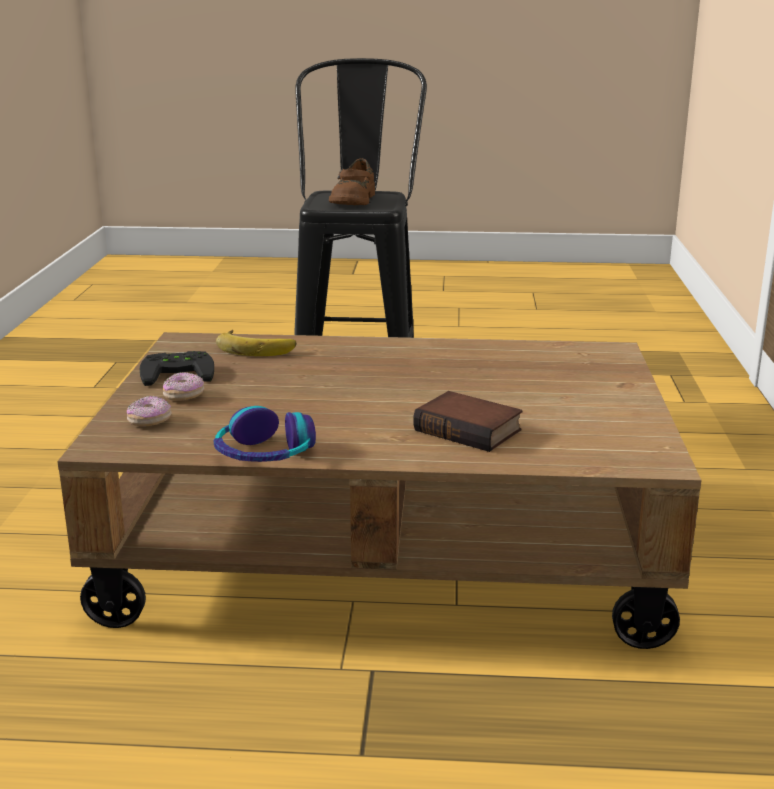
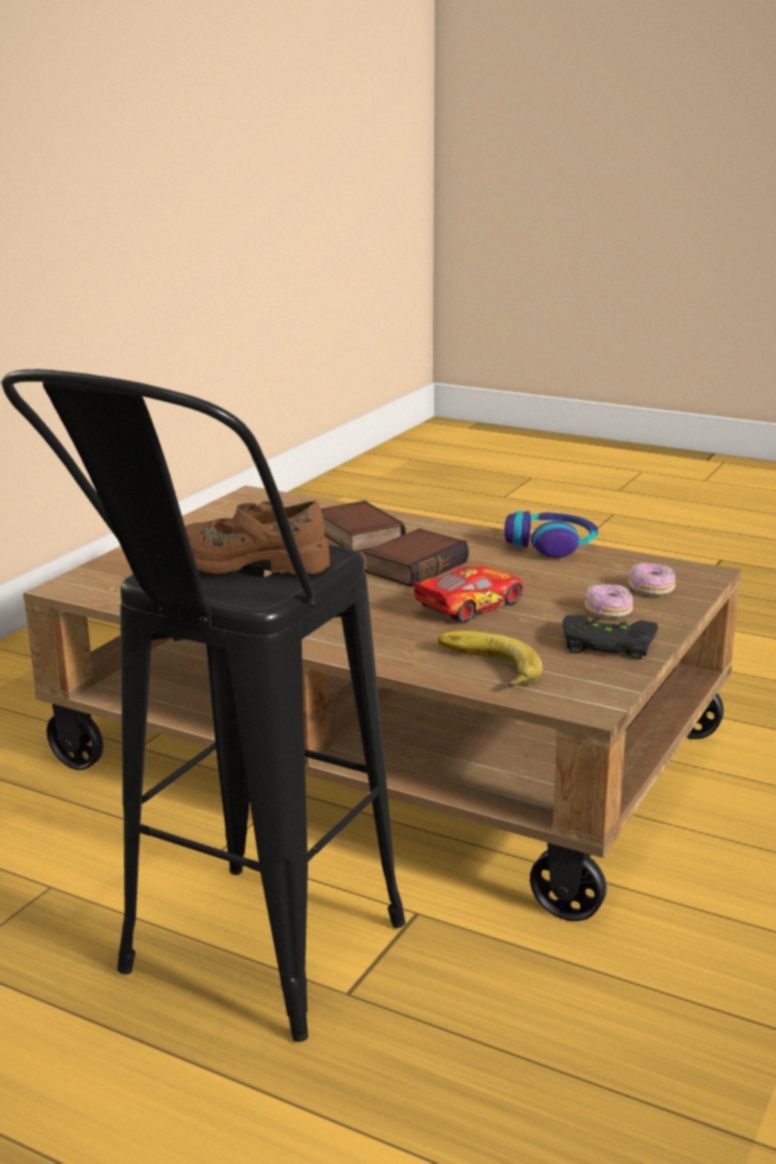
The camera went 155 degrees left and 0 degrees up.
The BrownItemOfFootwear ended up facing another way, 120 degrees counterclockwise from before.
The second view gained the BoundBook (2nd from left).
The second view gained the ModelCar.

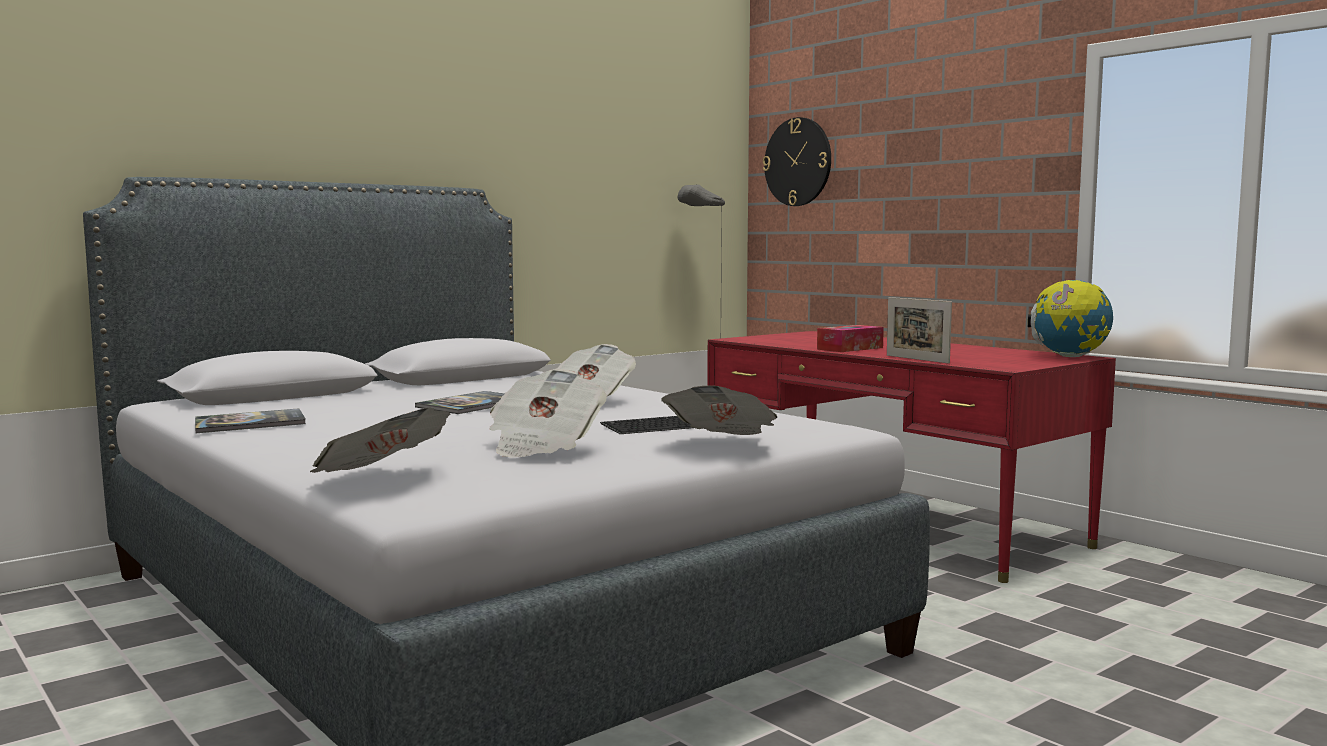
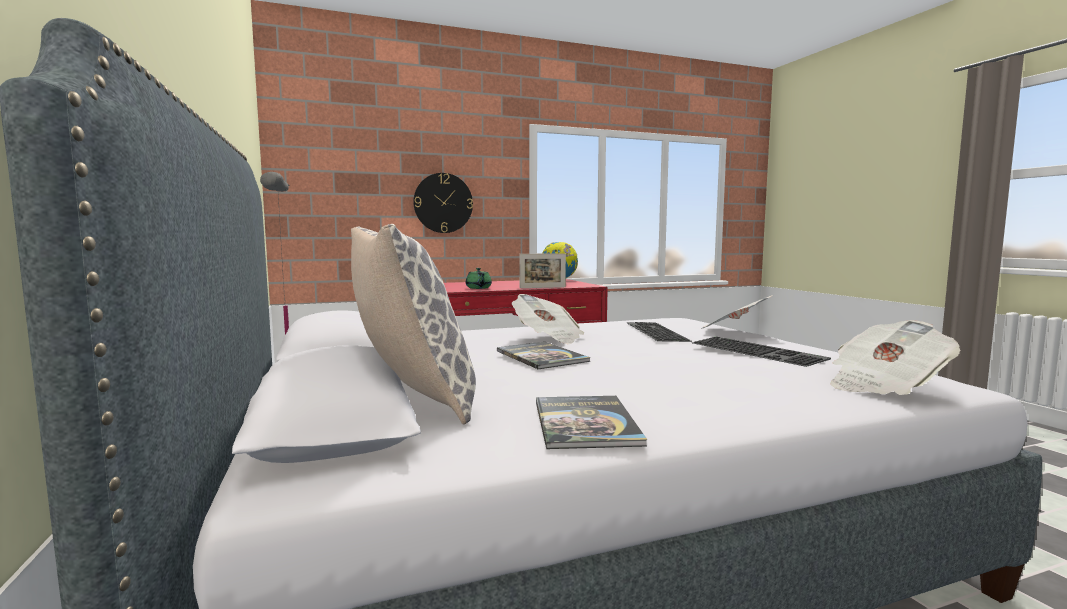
The camera went 70 degrees left and 0 degrees up.
Where the Newspaper (2nd from left) stood, the Keyboard (2nd from left) came to stand.
The ClockOnTheWall ended up elsewhere.
Where the TissueHolder stood, the GreenColouredTeaPot came to stand.
The second view gained the Cushion.

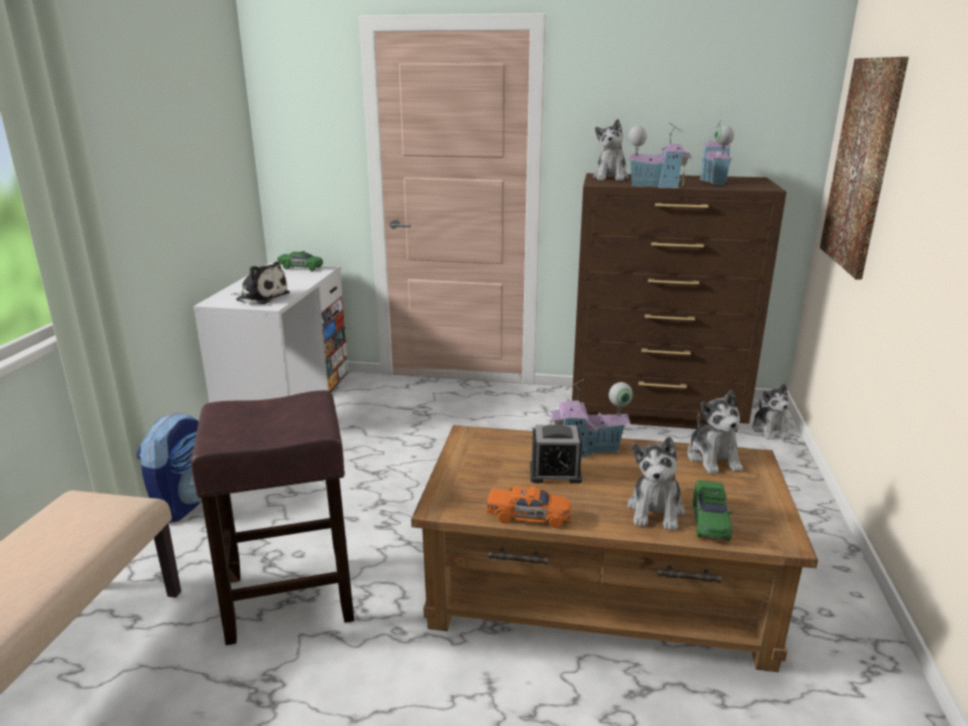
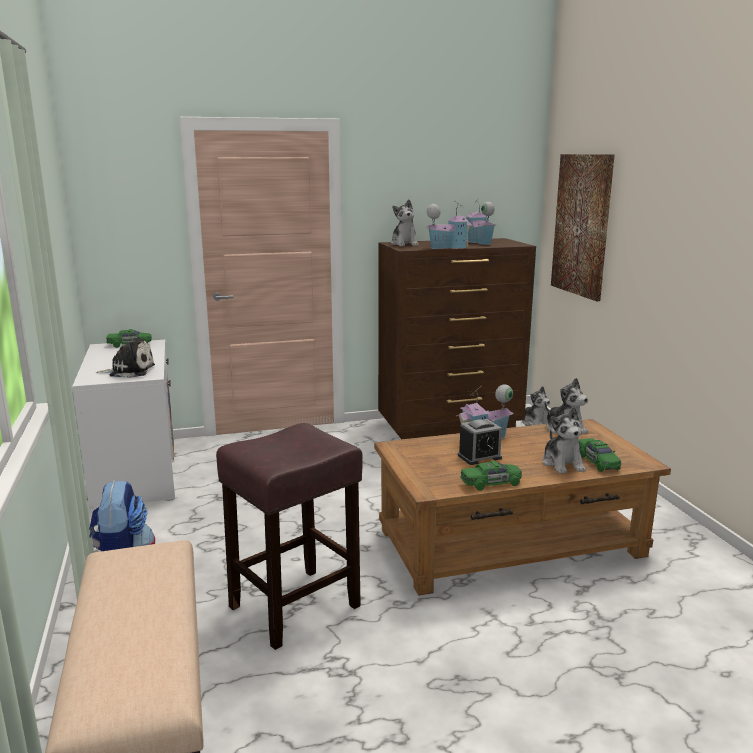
The camera went 25 degrees left and 5 degrees down.
What was the OrangeyModelCar turned into the GreenColouredModelCar (2nd from left).

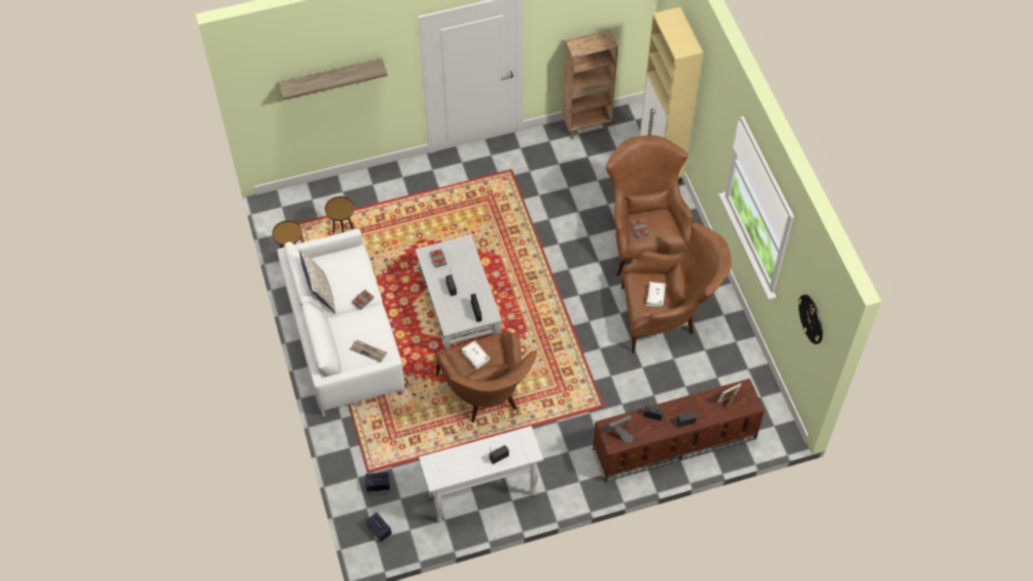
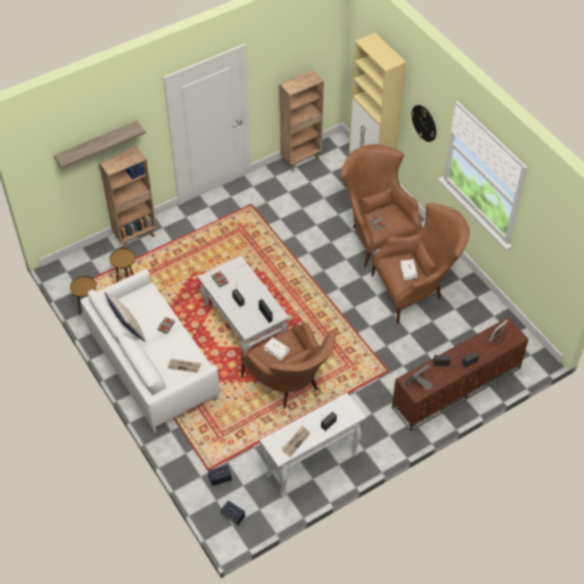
The camera went 15 degrees left and 5 degrees down.
The ClockOnTheWall ended up elsewhere.
The second view gained the BrownShelvingUnit (1st from left).
The second view gained the Newspaper (2nd from left).

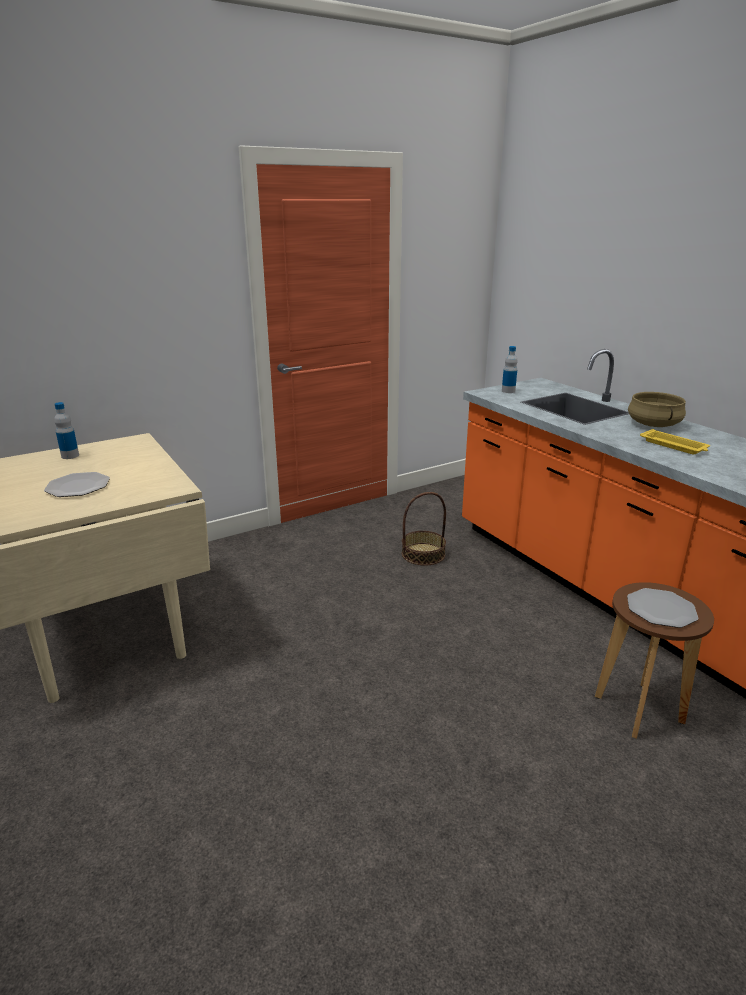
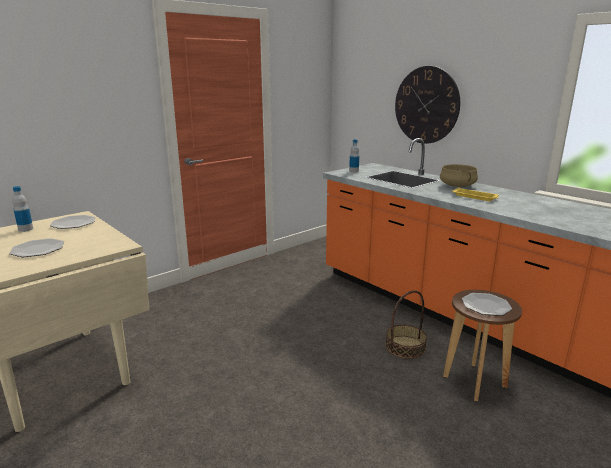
The camera went 10 degrees left and 5 degrees down.
The StorageBasket ended up elsewhere.
The second view gained the DinnerPlate (2nd from left).
The second view gained the ClockOnTheWall.

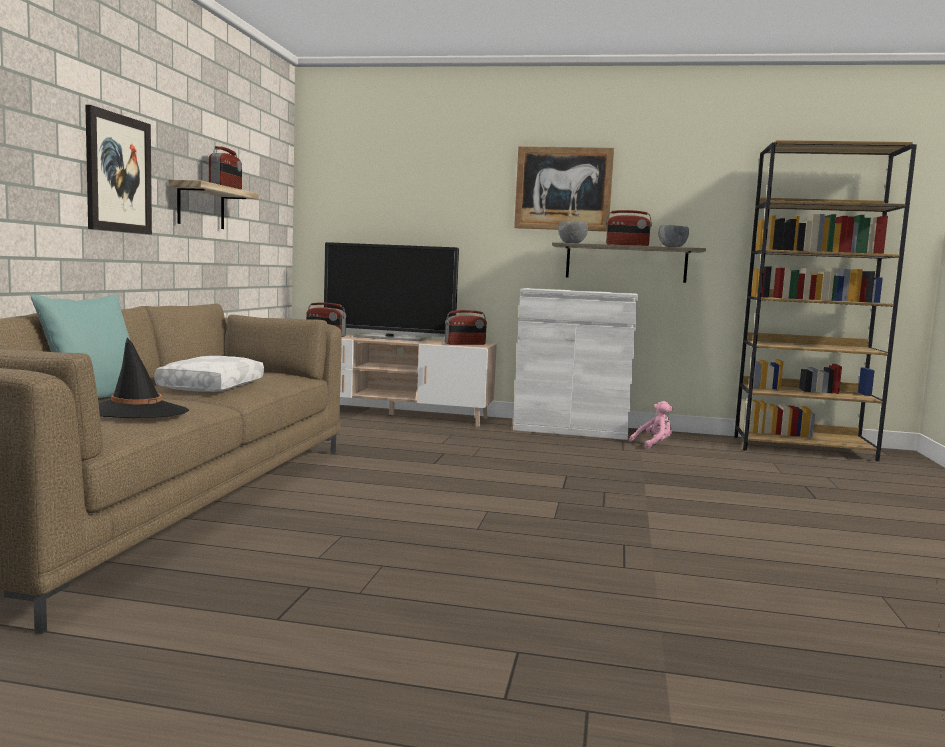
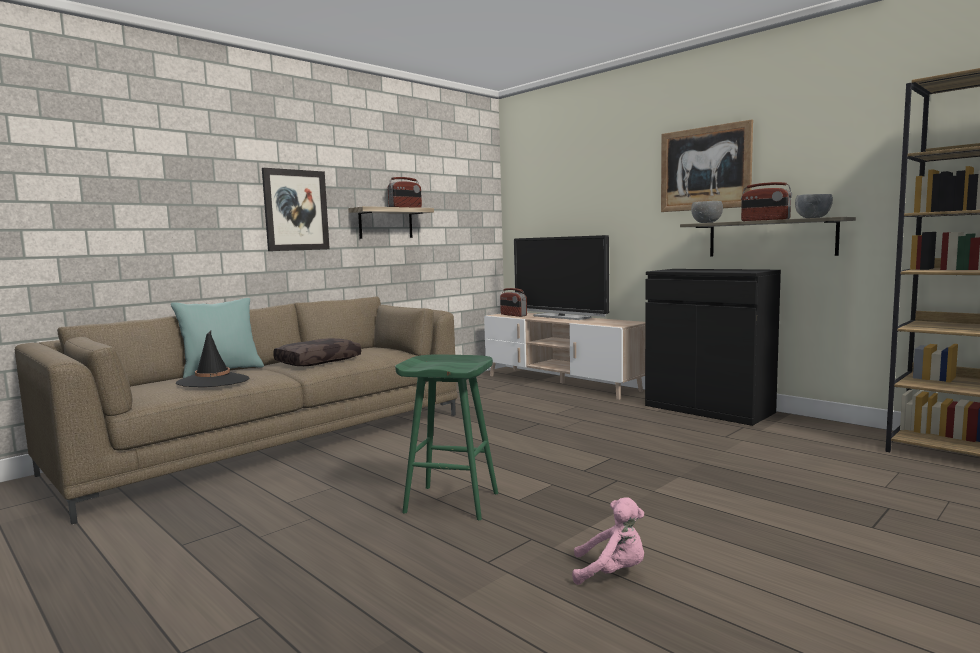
The camera went 35 degrees right and 0 degrees up.
What was the WhitishCushion turned into the BrownCushion.
The second view lost the Radio (3rd from left).
What was the WhitishCabinet turned into the BlackCabinet.
The PinkishPlushToy ended up elsewhere.
The second view gained the GreenColouredStool.

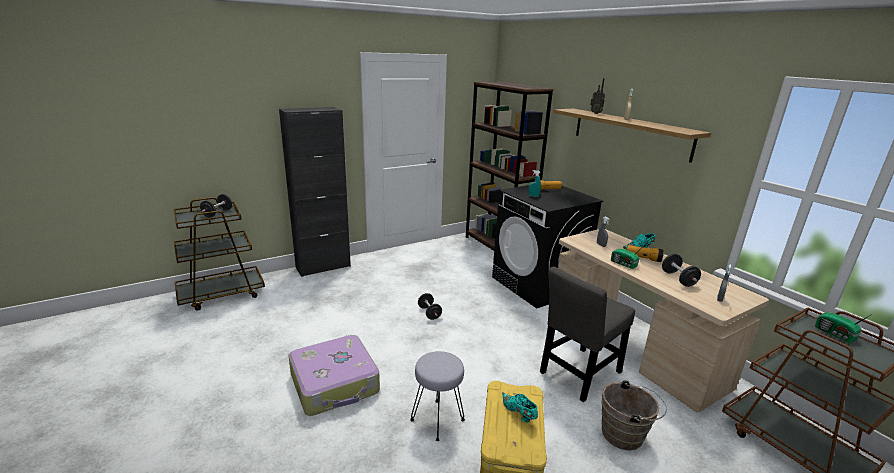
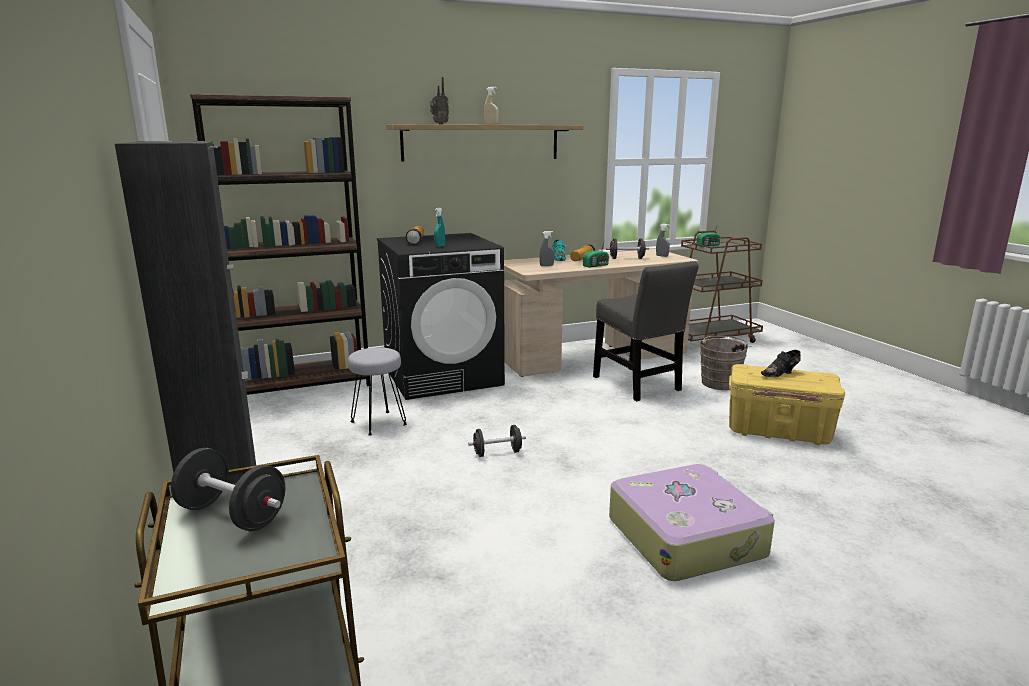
The camera went 80 degrees left and 5 degrees down.
The GreyStool ended up elsewhere.
What was the BlueGreenItemOfFootwear (1st from left) turned into the BlackItemOfFootwear.

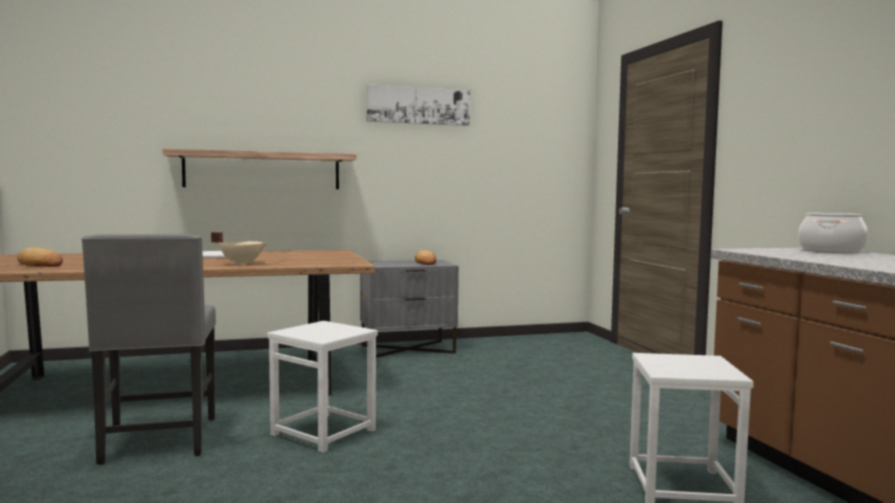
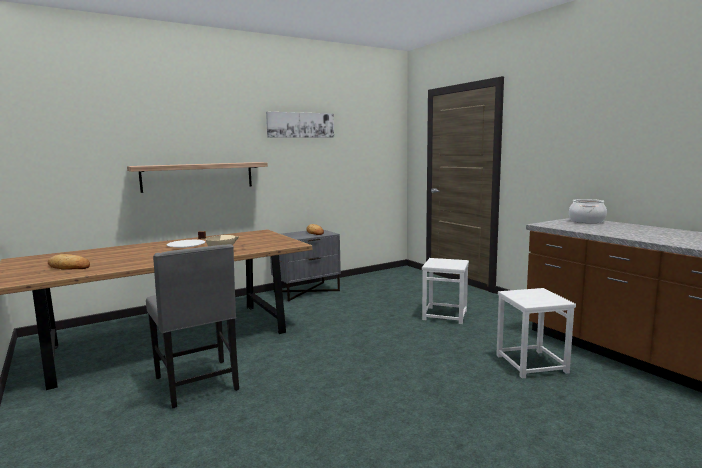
The camera went 15 degrees left and 5 degrees up.
The WhitishStool (1st from left) ended up elsewhere.

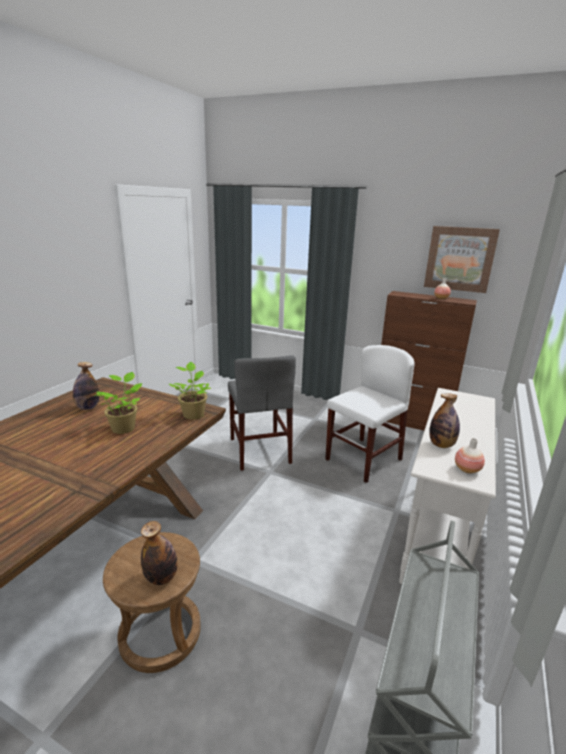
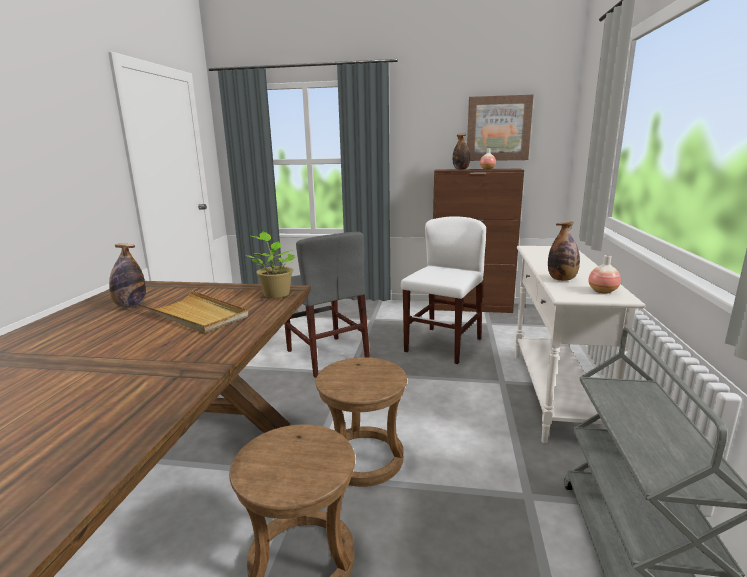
The camera went 15 degrees left and 5 degrees down.
Where the PottedPlant (1st from left) stood, the SandColouredCarryingTray came to stand.
The Bottle (2nd from left) ended up elsewhere.
The second view gained the BrownStool (2nd from left).

